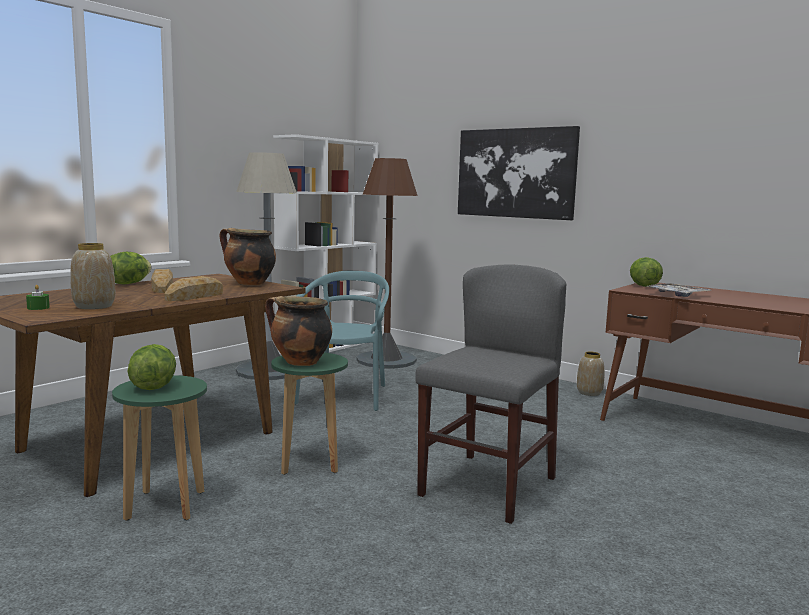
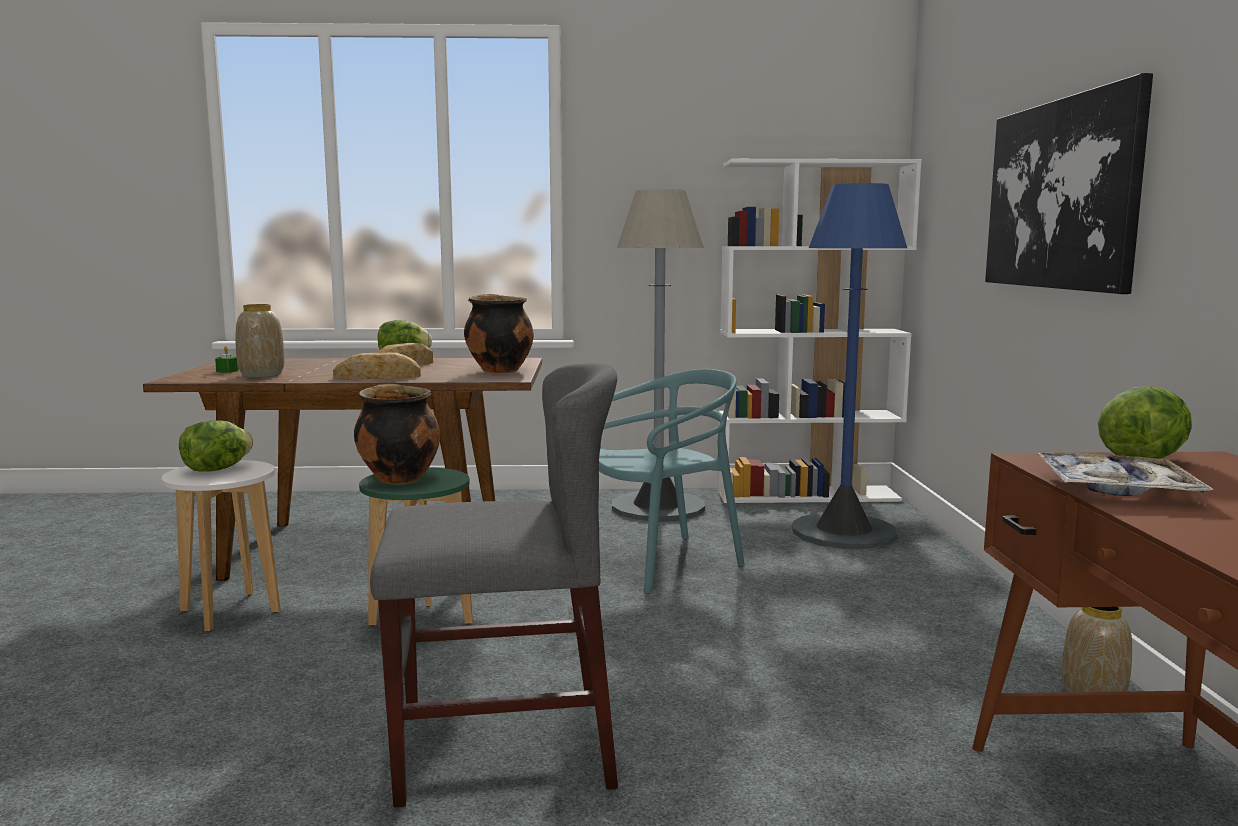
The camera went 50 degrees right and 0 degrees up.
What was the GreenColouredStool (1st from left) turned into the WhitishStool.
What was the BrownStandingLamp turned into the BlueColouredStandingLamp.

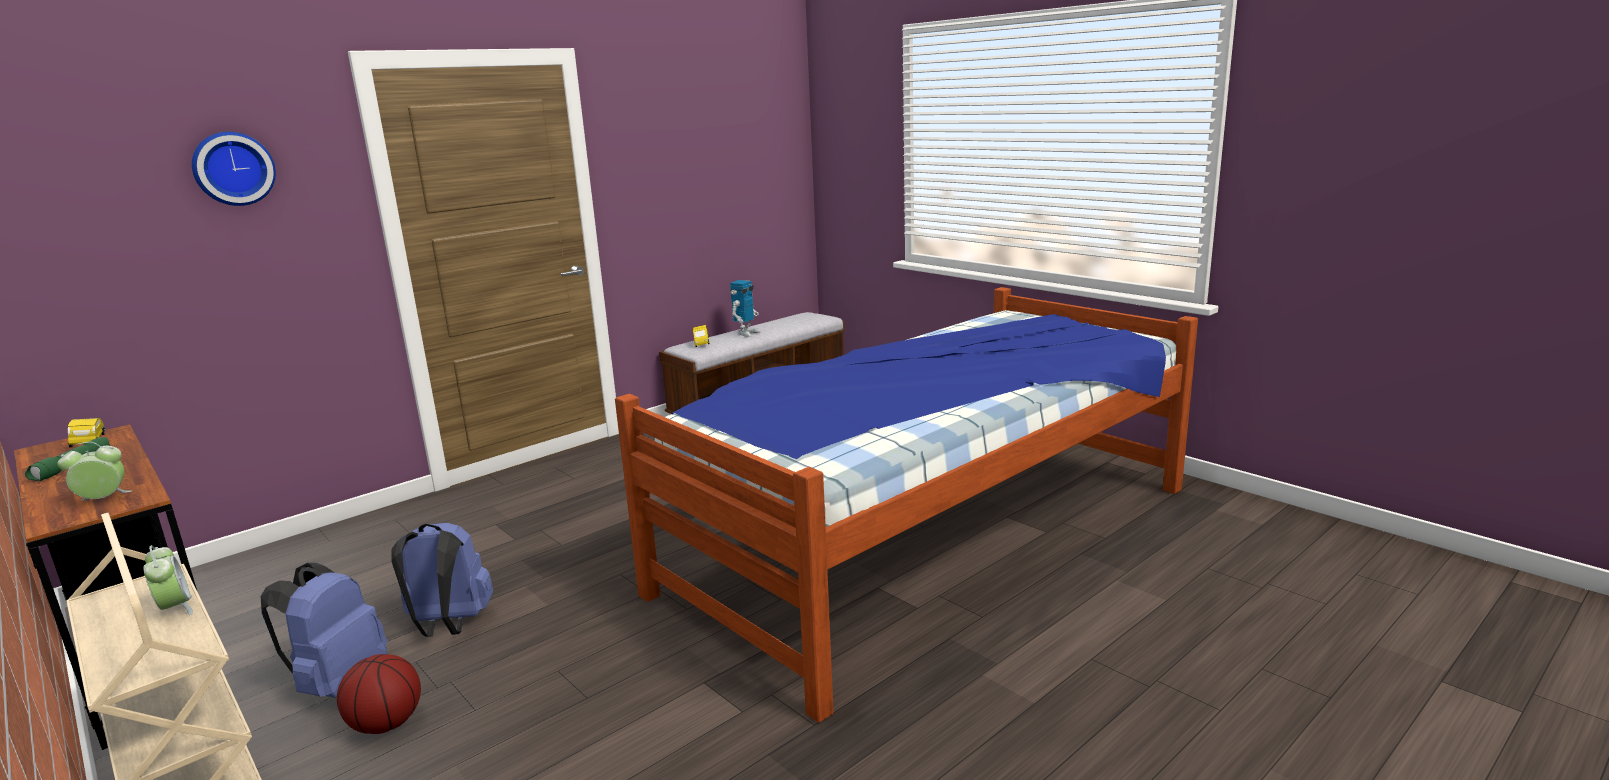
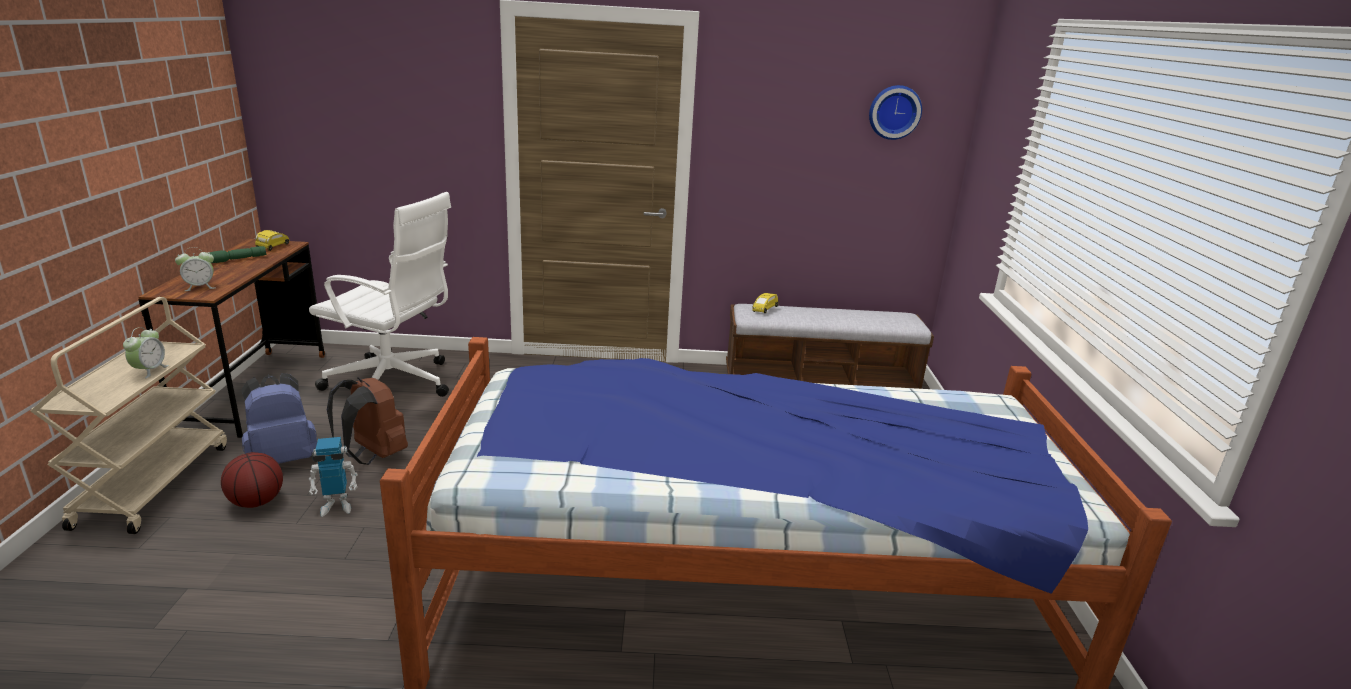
The camera went 40 degrees right and 5 degrees up.
The AlarmClock (1st from left in the first image) ended up facing another way, 135 degrees clockwise from before.
The ClockOnTheWall ended up elsewhere.
What was the BlueColouredRucksack (2nd from left) turned into the BrownRucksack.
The ToyRobot ended up elsewhere.
The second view gained the WhitishComputerChair.

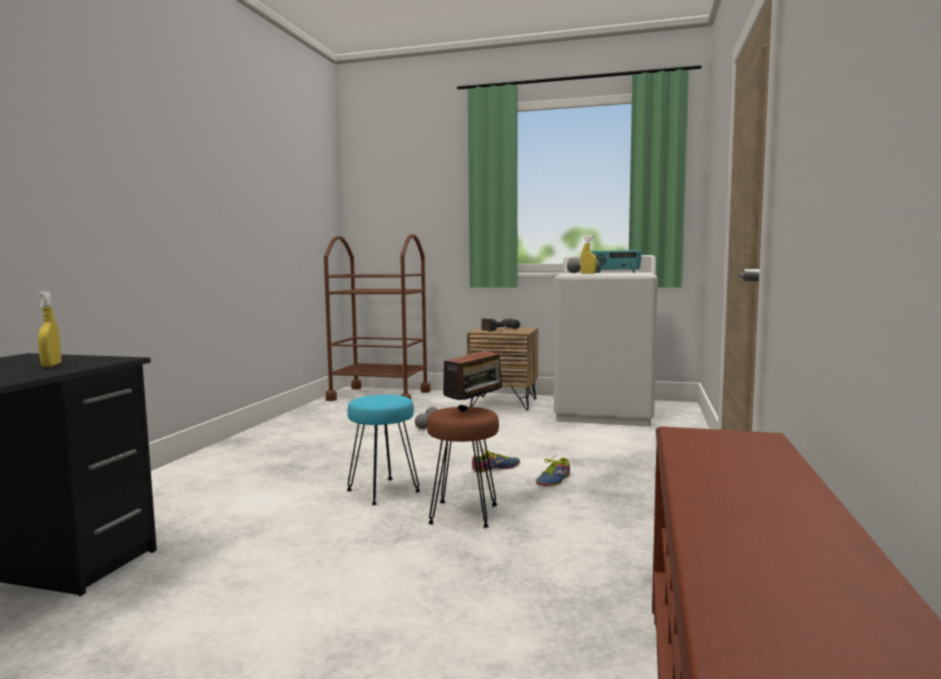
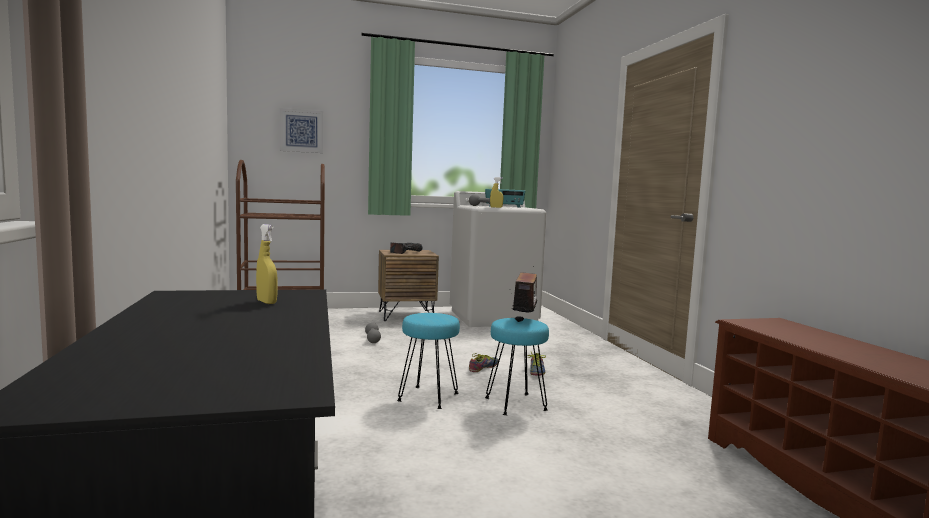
The camera went 30 degrees left and 0 degrees up.
What was the BrownStool turned into the BlueGreenStool (2nd from left).
The second view gained the WallArt.

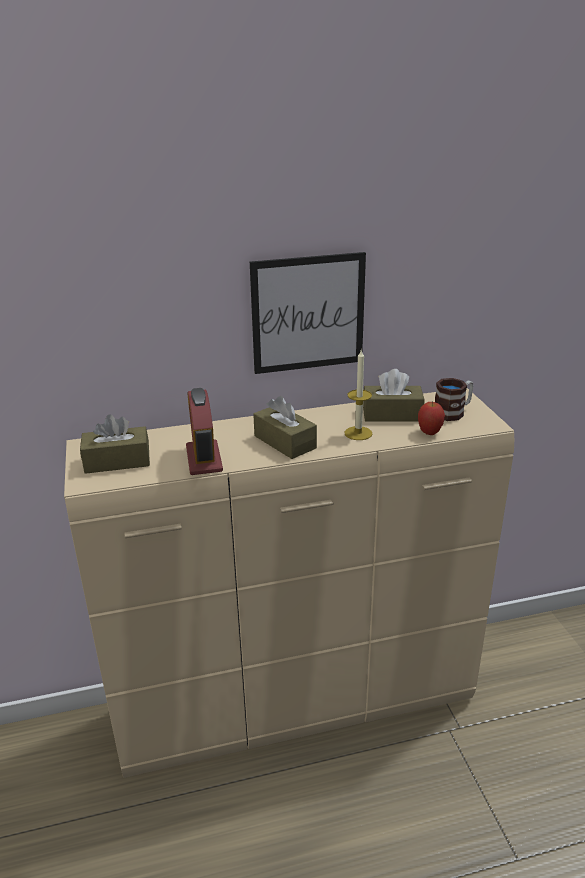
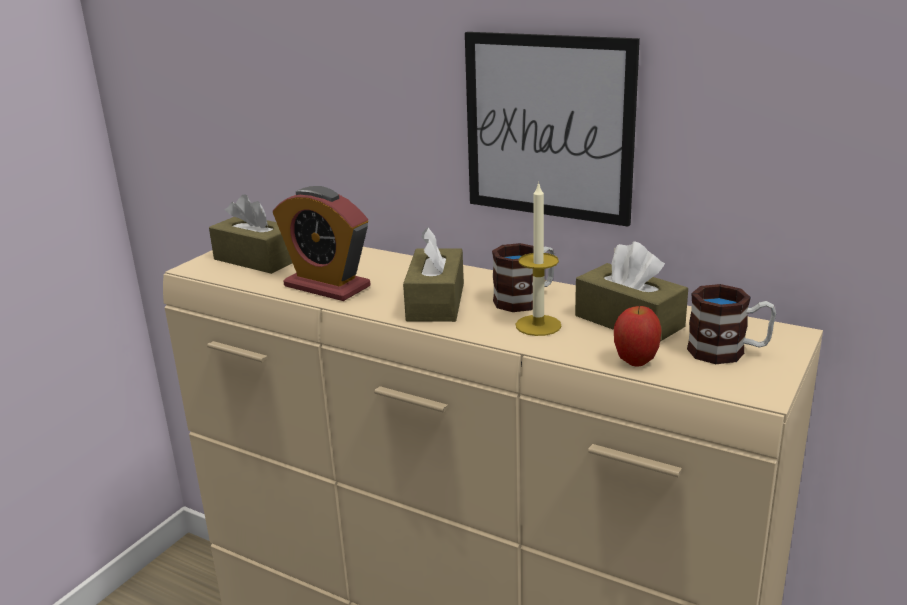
The camera went 45 degrees right and 5 degrees down.
The AlarmClock ended up facing another way, 90 degrees counterclockwise from before.
The second view gained the TeaMug (1st from left).

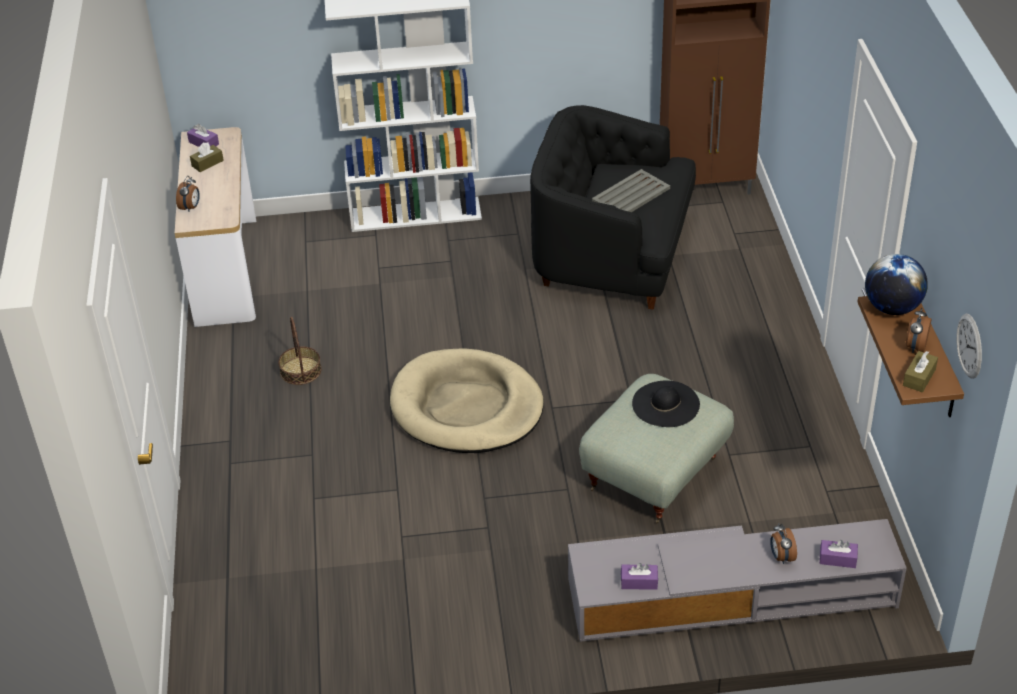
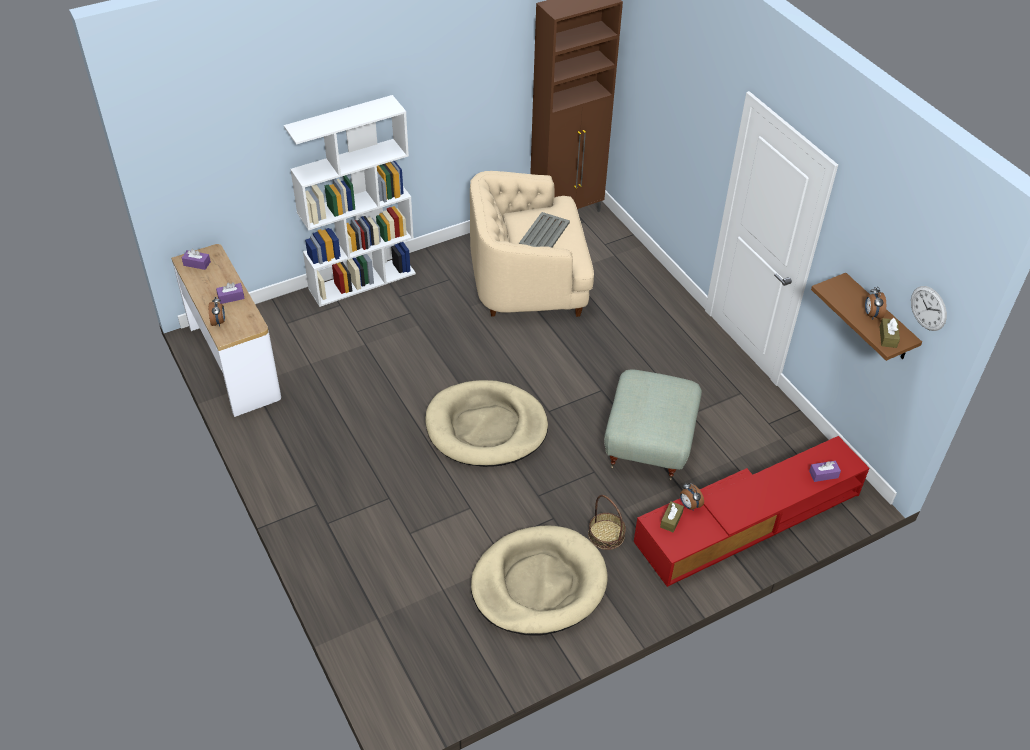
The camera went 25 degrees left and 5 degrees up.
The BrownTissueHolder (1st from left) ended up elsewhere.
The StorageBasket ended up elsewhere.
What was the BlackEasyChair turned into the SandColouredEasyChair.
What was the GreyTvUnit turned into the RedTvUnit.
The PurpleColouredTissueHolder (2nd from left) ended up elsewhere.
The second view lost the BlackWearableHat.
The AlarmClock (2nd from left) ended up elsewhere.
The second view lost the DeskGlobe.
The second view gained the SandColouredDogBed (2nd from left).

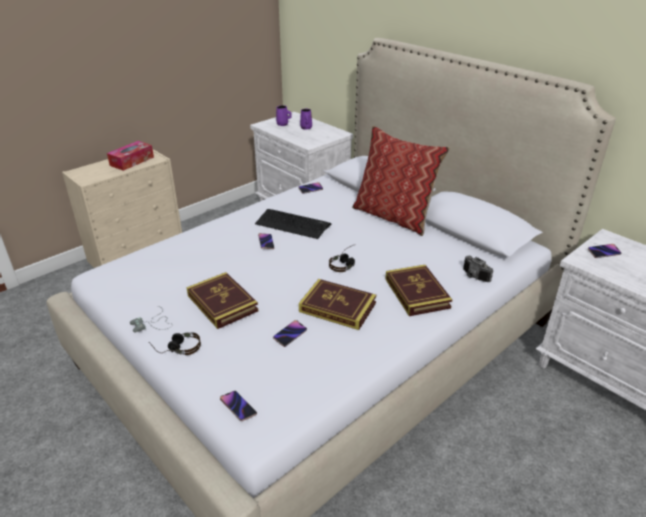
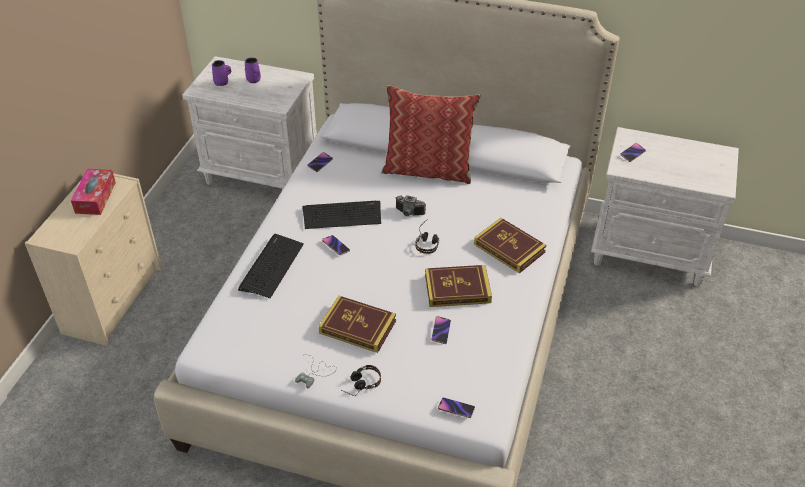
The camera went 30 degrees left and 10 degrees up.
The StillCamera ended up elsewhere.
The second view gained the Keyboard (1st from left).

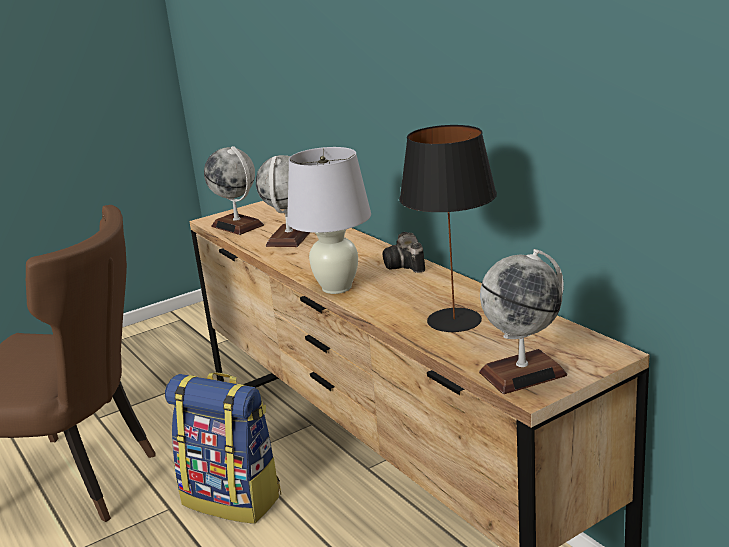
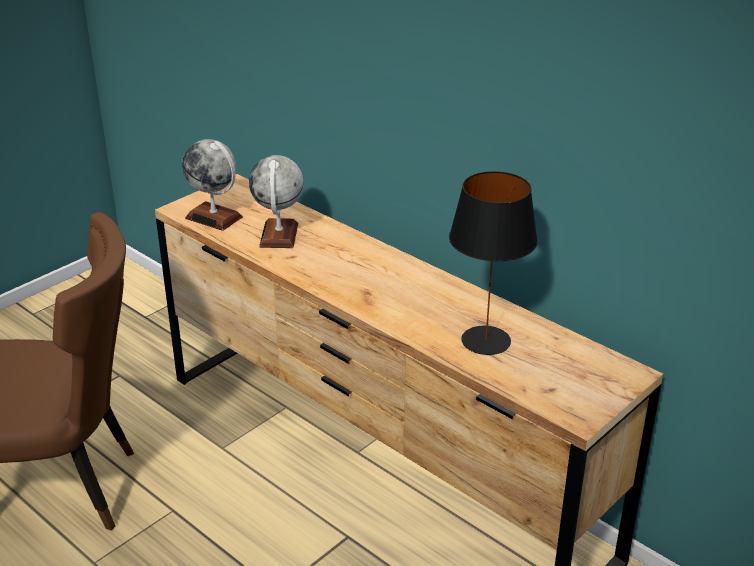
The camera went 15 degrees left and 10 degrees up.
The second view lost the Rucksack.
The second view lost the WhitishTabletopLamp.
The second view lost the StillCamera.
The second view lost the DeskGlobe (3rd from left).

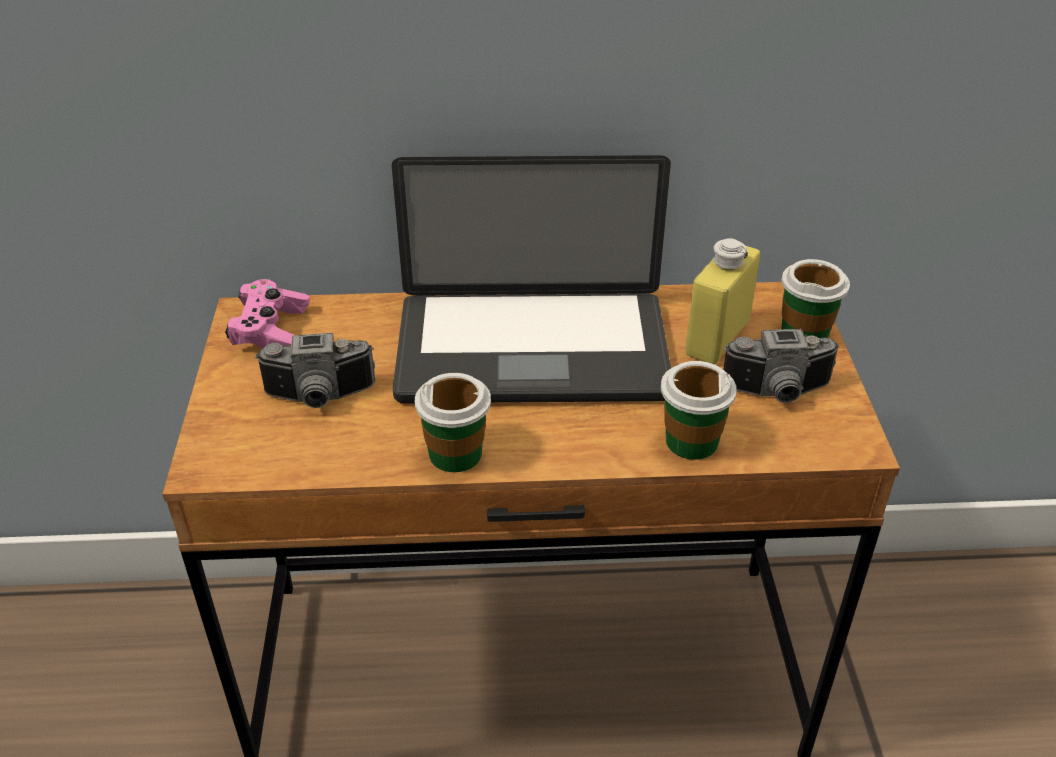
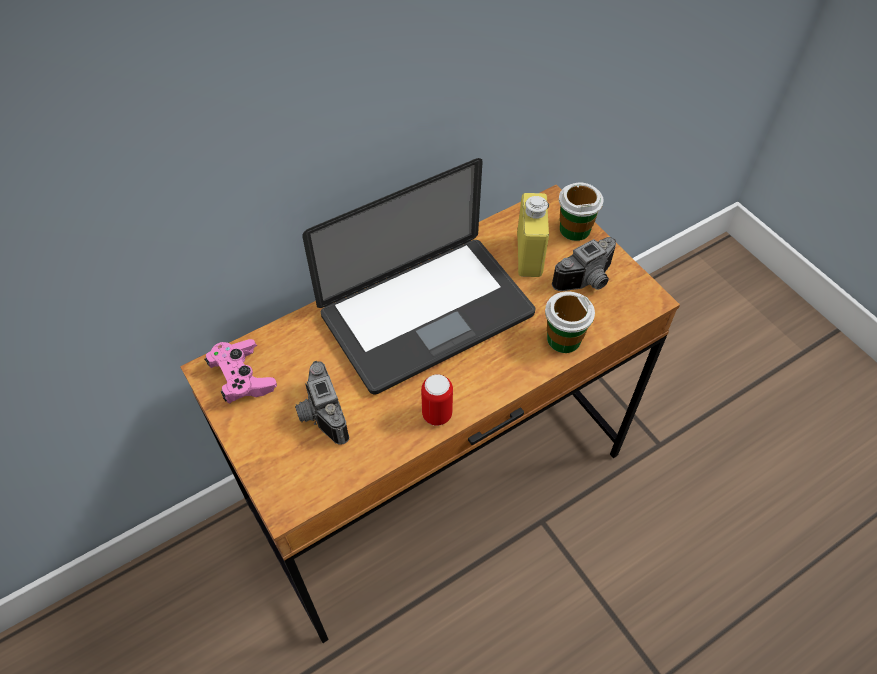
The camera went 30 degrees left and 15 degrees up.
The StillCamera (1st from left) ended up facing another way, 105 degrees clockwise from before.
Where the Cup (1st from left) stood, the MetalCan came to stand.

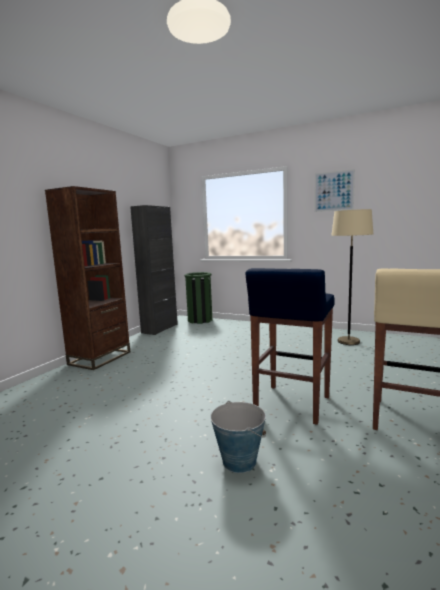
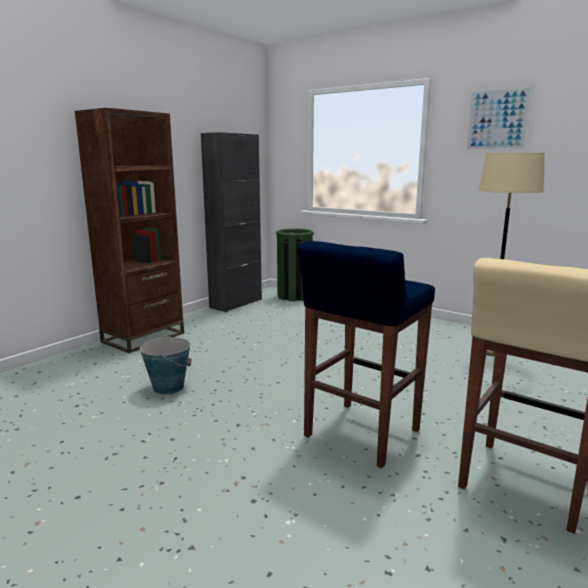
The camera went 10 degrees right and 5 degrees up.
The Bucket ended up elsewhere.

